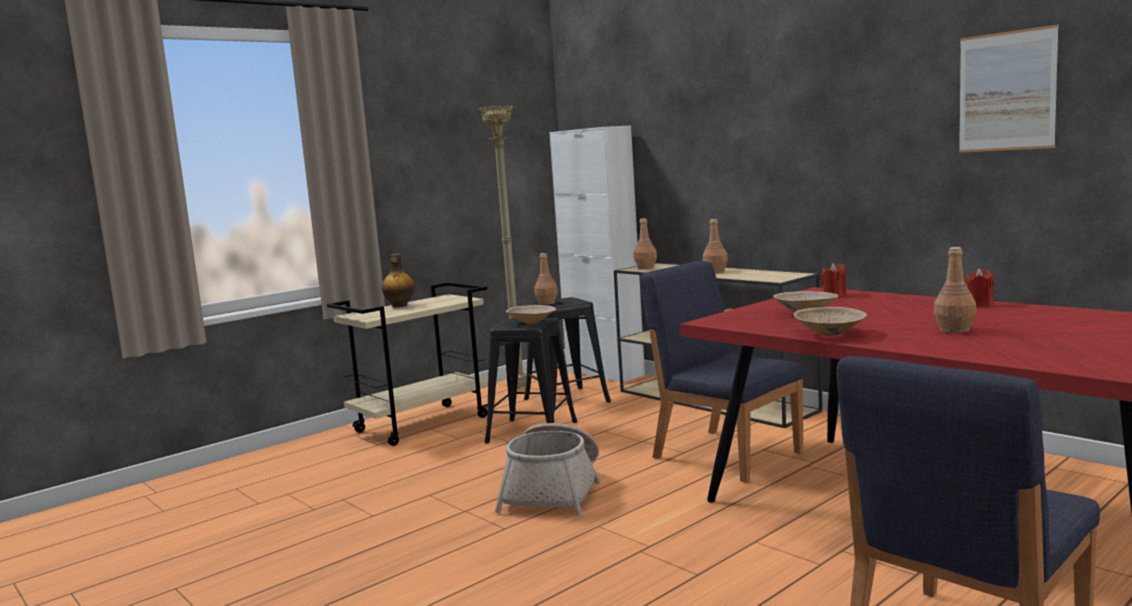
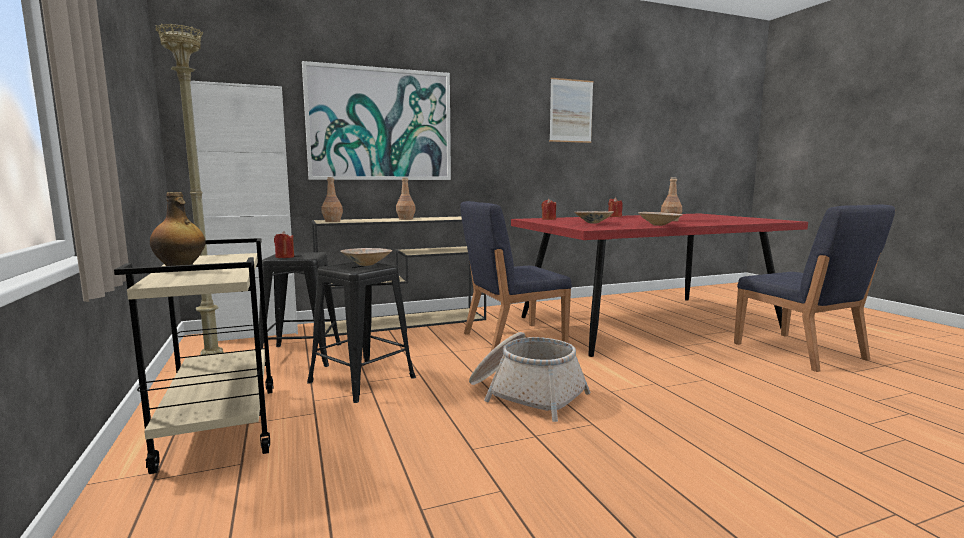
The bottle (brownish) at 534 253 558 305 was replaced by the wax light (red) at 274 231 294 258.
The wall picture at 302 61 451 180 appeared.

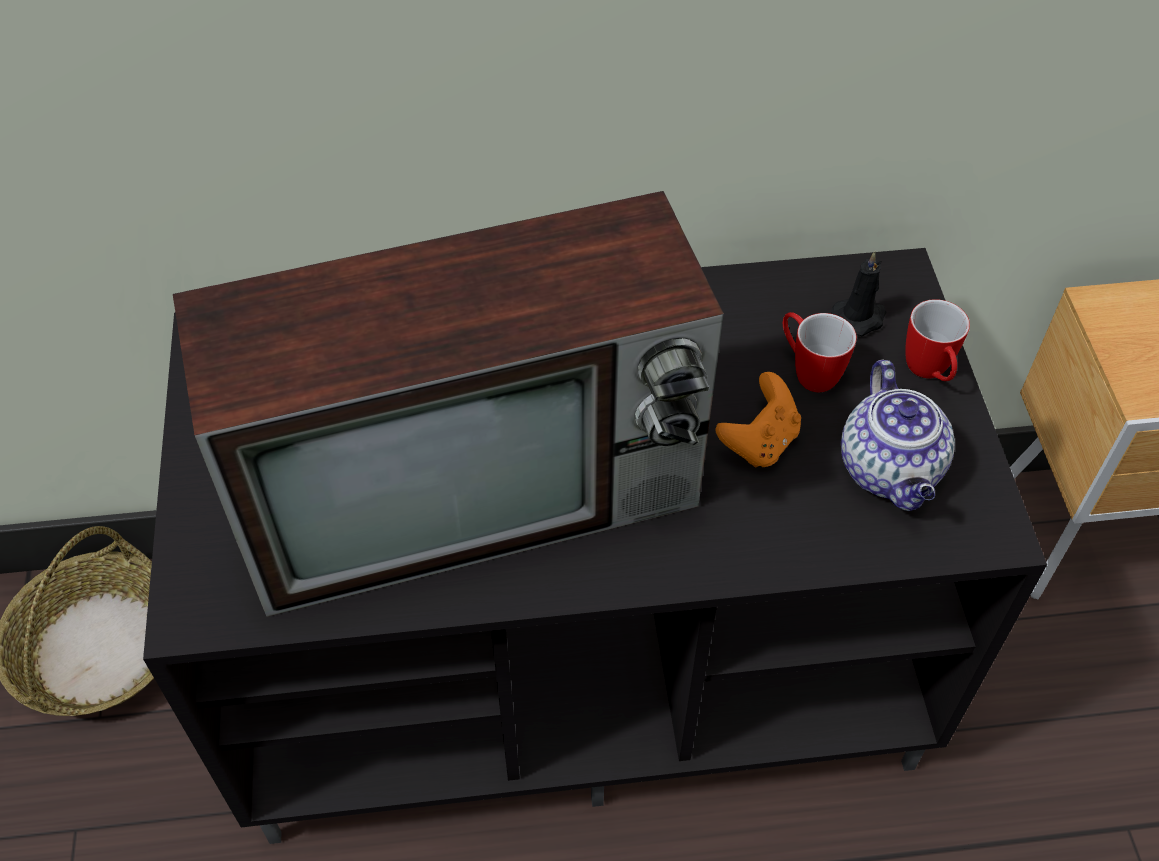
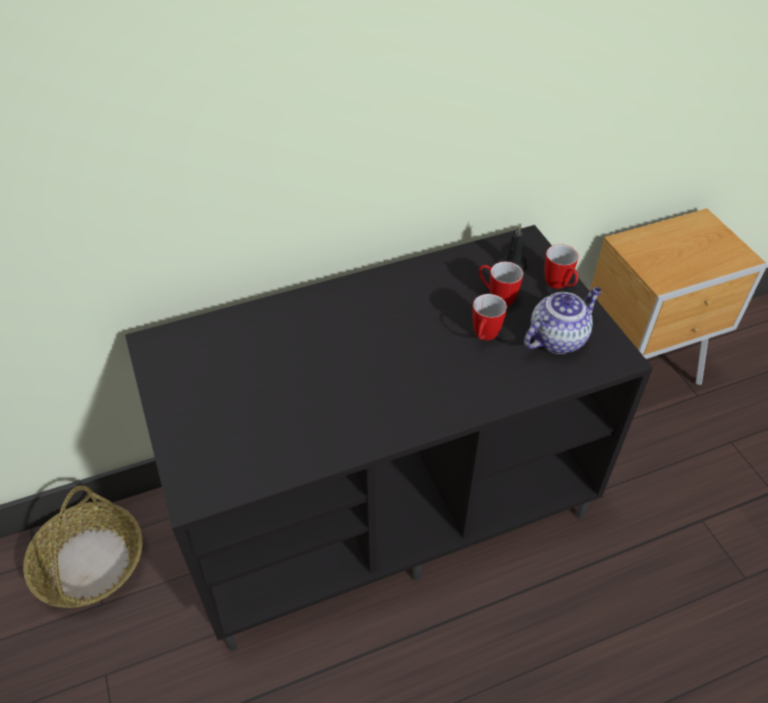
The gamepad (orangey) at 715 372 801 467 was replaced by the mug at 473 294 507 340.
The pot for tea at 841 360 955 511 turned 105 degrees counterclockwise.
The TV at 173 191 724 617 disappeared.

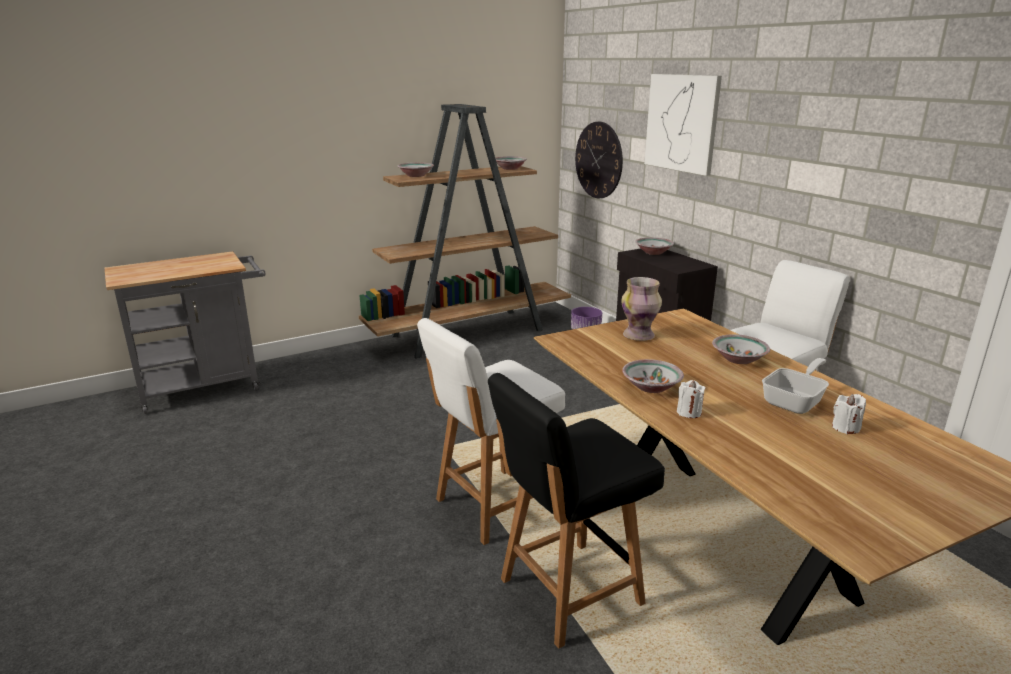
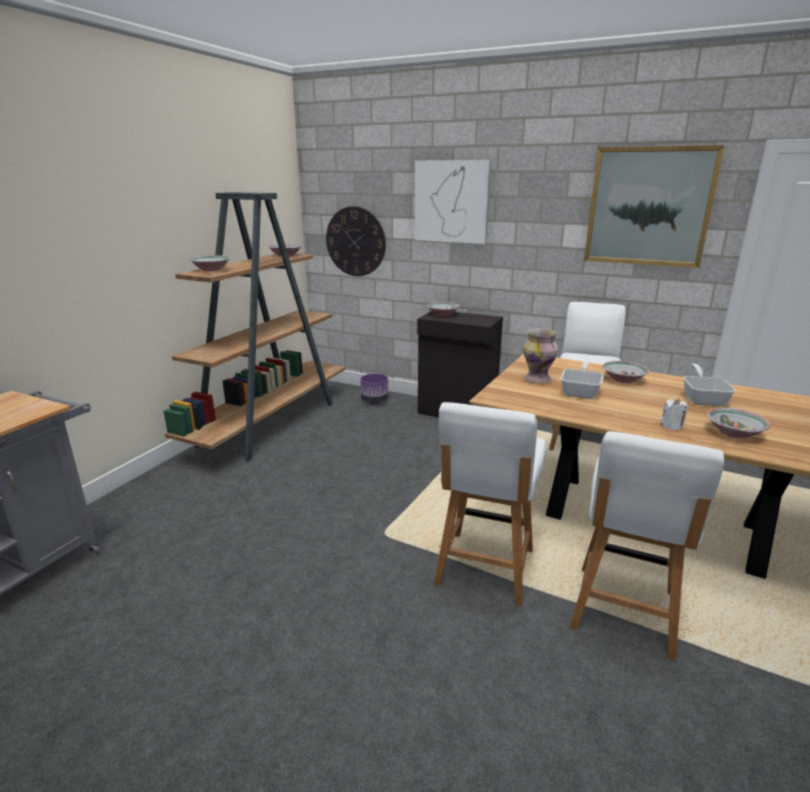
The pan at 561 359 604 399 appeared.
The plain chair (blackish) at 488 373 665 648 became the plain chair (white) at 570 431 724 661.
The wall picture at 584 145 725 268 appeared.
The deep dish moved from 622 359 684 393 to 707 408 770 439.
The wax light (white) at 832 394 866 434 disappeared.

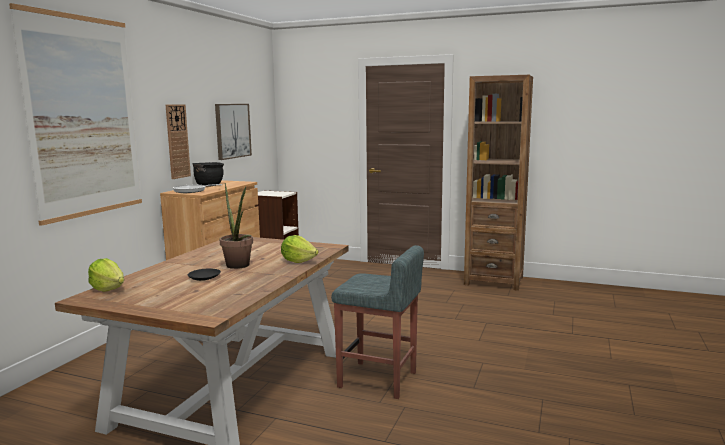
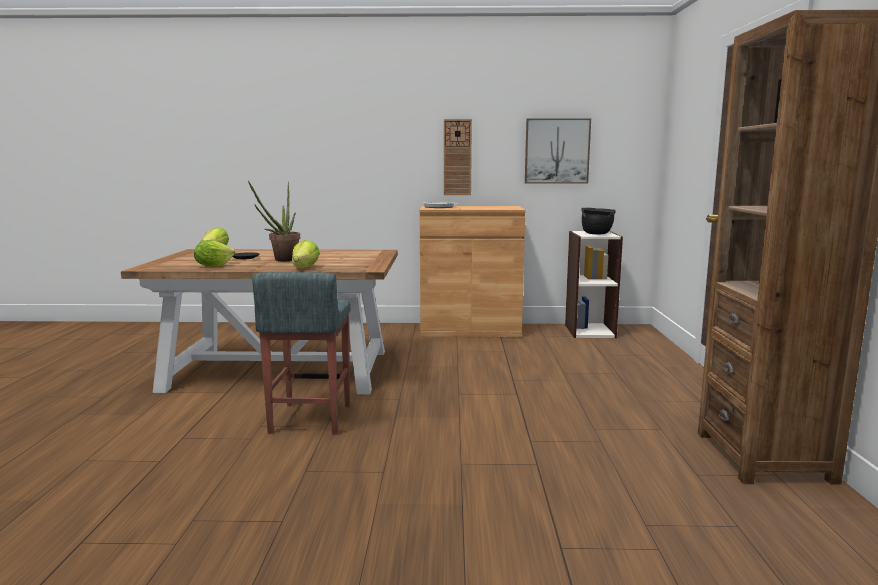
The lettuce at 194 240 235 267 appeared.
The saucepot (blackish) moved from 192 162 224 187 to 581 208 616 234.
The wall picture at 9 3 142 226 disappeared.

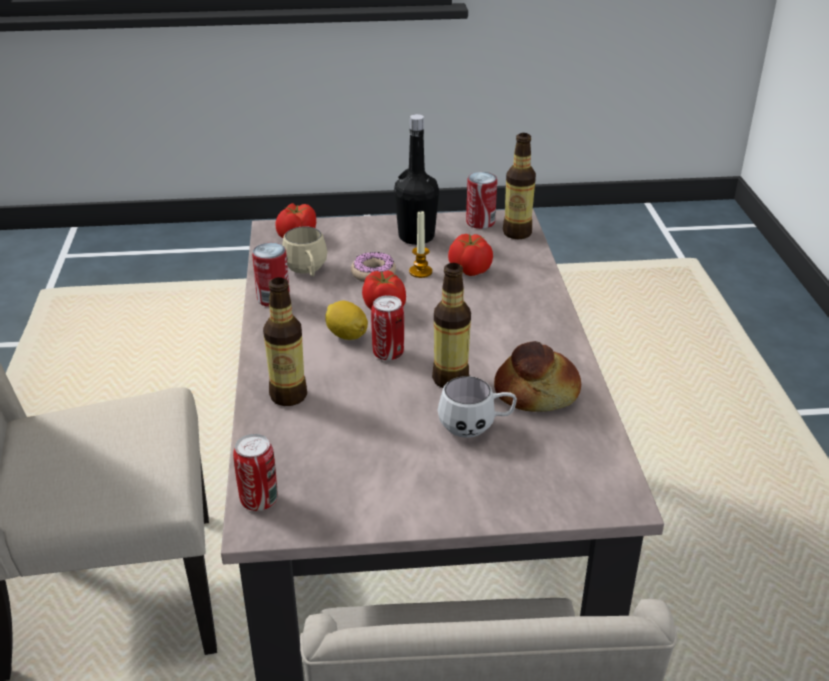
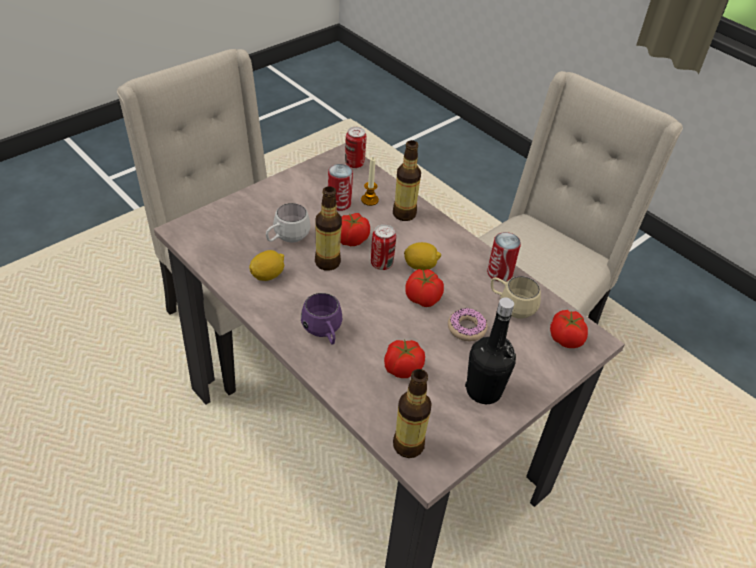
The baked bread at 494 341 581 412 was replaced by the citrus fruit at 249 250 284 281.
The mug (purple-coloured) at 301 293 342 345 appeared.
The metal can moved from 466 172 497 229 to 328 164 353 211.
The whole tomato at 341 213 370 246 appeared.
The wax light moved from 409 211 432 278 to 361 157 379 206.

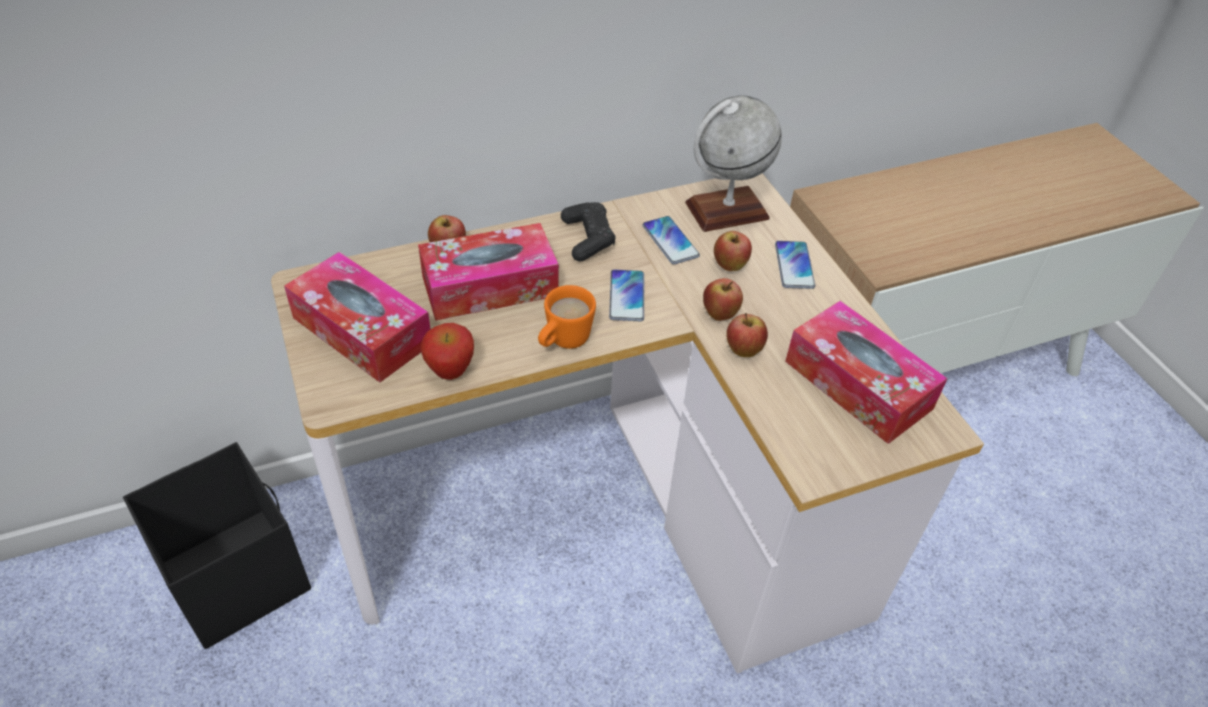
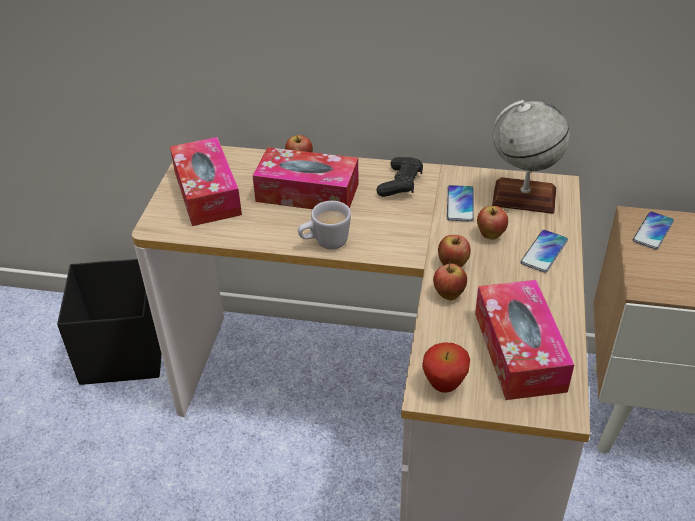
The mug (orangey) at 538 285 596 349 became the mug (white) at 298 201 351 250.
The whole apple moved from 421 323 474 380 to 422 342 470 393.
The phone moved from 609 269 644 321 to 633 211 674 249.

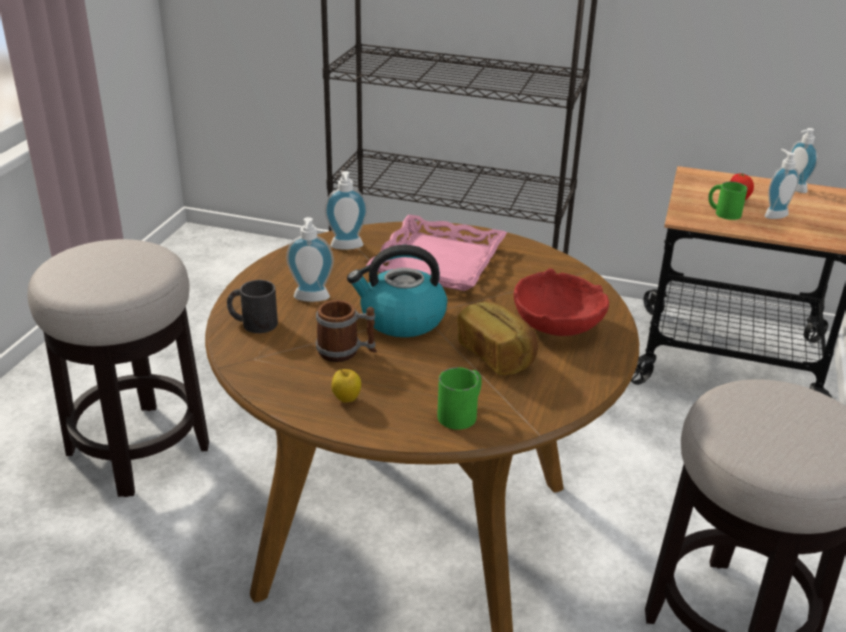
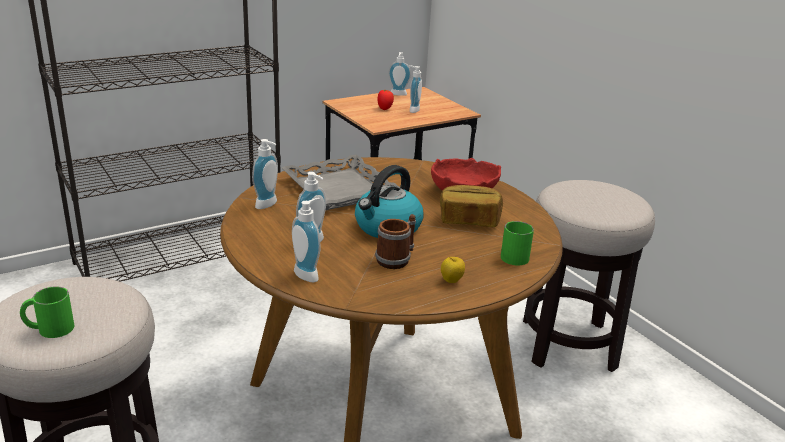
The mug (green) moved from 708 182 747 220 to 20 286 74 338.
The serving tray (pink) at 366 215 507 291 became the serving tray (gray) at 282 154 399 210.
The mug (blackish) at 227 280 278 333 was replaced by the liquid soap bottle at 292 198 321 282.

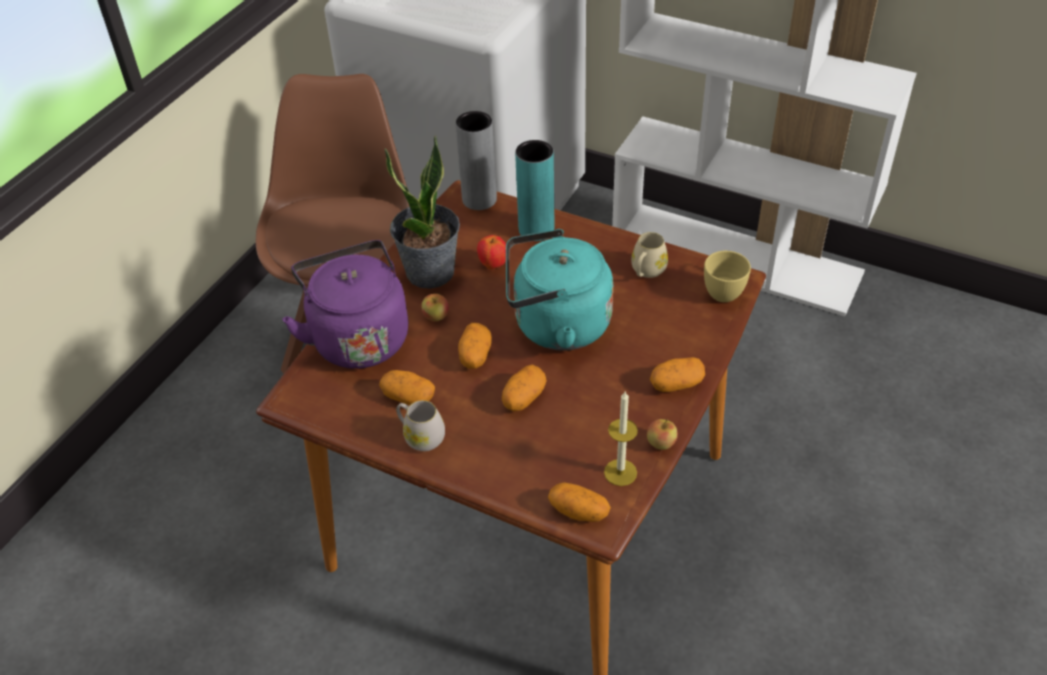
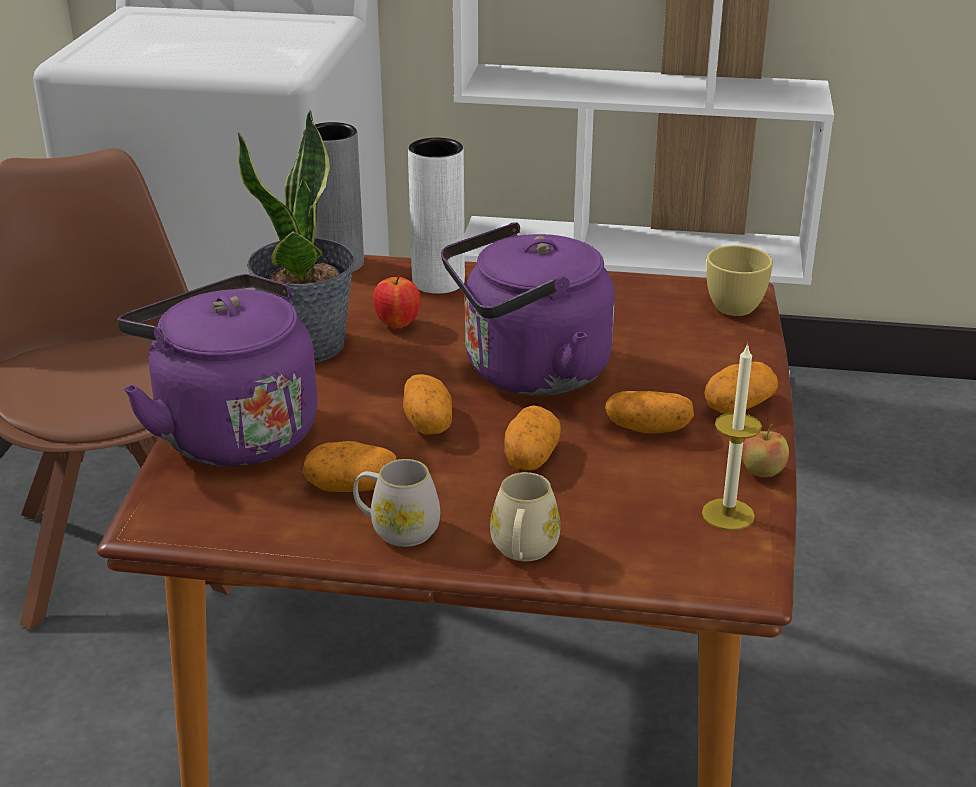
The decorative vase (blue-green) at 515 140 555 241 became the decorative vase (white) at 408 138 465 294.
The kettle (blue-green) at 506 229 613 351 became the kettle (purple-coloured) at 441 222 615 395.
The mug (beige) moved from 631 232 668 278 to 490 472 561 561.
The potato moved from 548 482 611 522 to 605 391 694 433.
The whole apple at 421 294 449 321 disappeared.

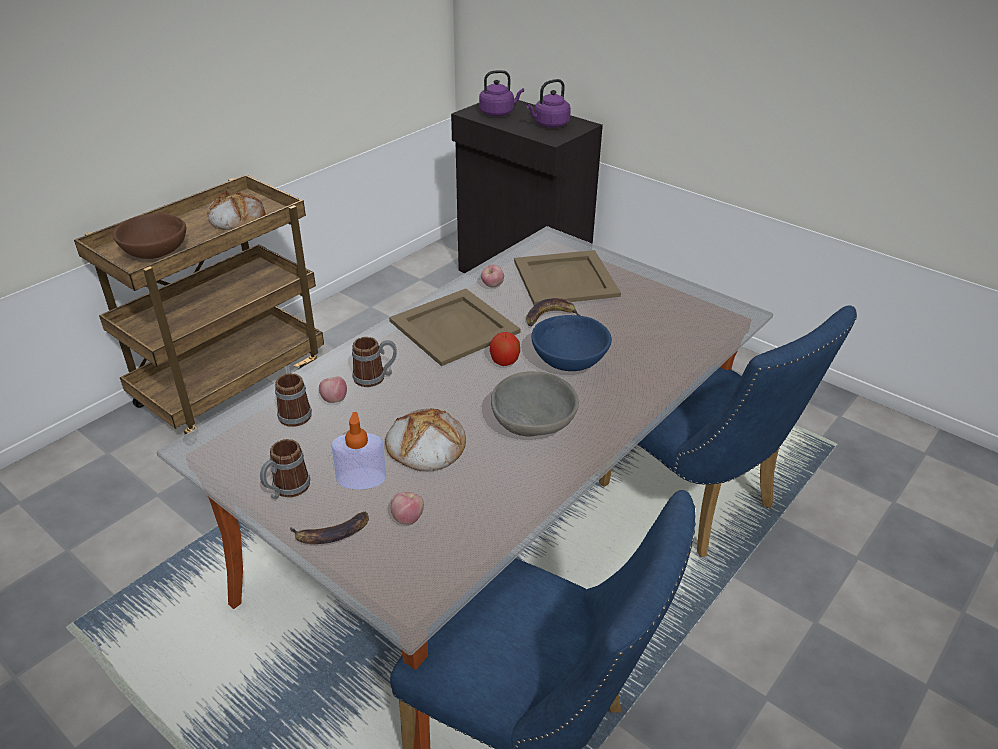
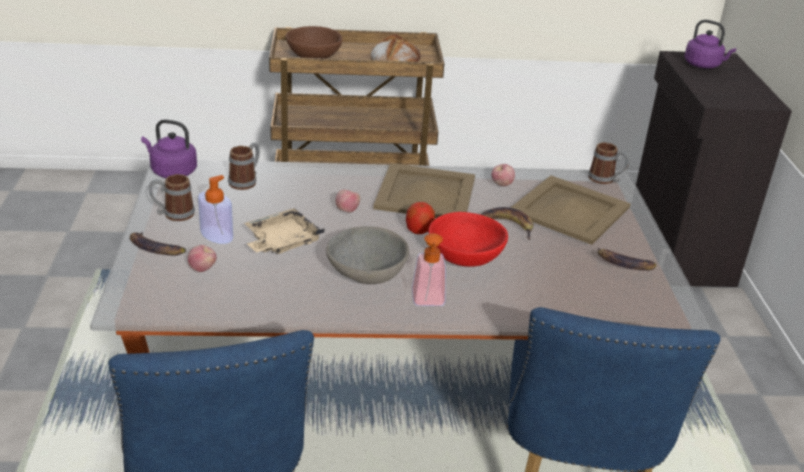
The kettle (purple-coloured) moved from 526 79 571 128 to 141 119 197 178.
The baked bread at 385 408 466 471 was replaced by the serving tray (beige) at 244 208 325 254.
The whole apple moved from 319 376 347 403 to 336 189 360 213.
The liquid soap bottle at 412 233 446 306 appeared.
The deep dish (bluish) at 532 315 612 371 became the deep dish (red) at 429 212 508 267.
The mug moved from 352 337 397 387 to 588 142 629 184.
The banana at 598 247 656 270 appeared.

